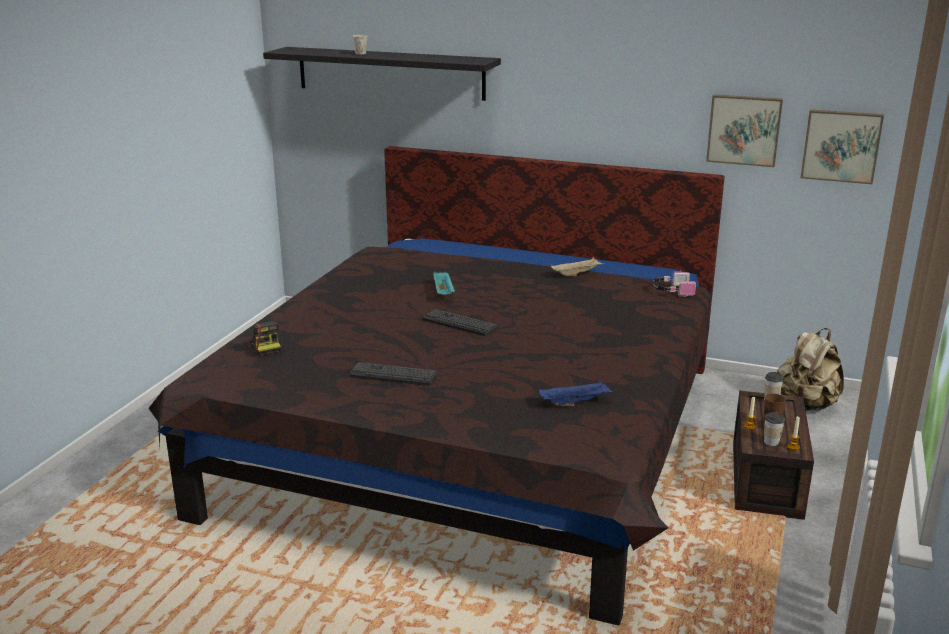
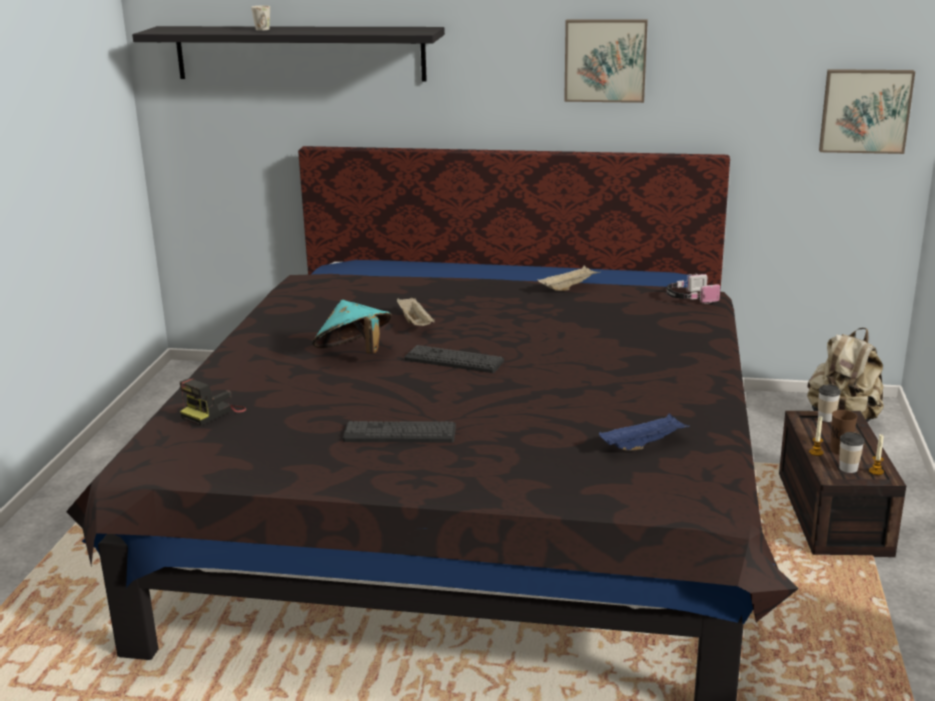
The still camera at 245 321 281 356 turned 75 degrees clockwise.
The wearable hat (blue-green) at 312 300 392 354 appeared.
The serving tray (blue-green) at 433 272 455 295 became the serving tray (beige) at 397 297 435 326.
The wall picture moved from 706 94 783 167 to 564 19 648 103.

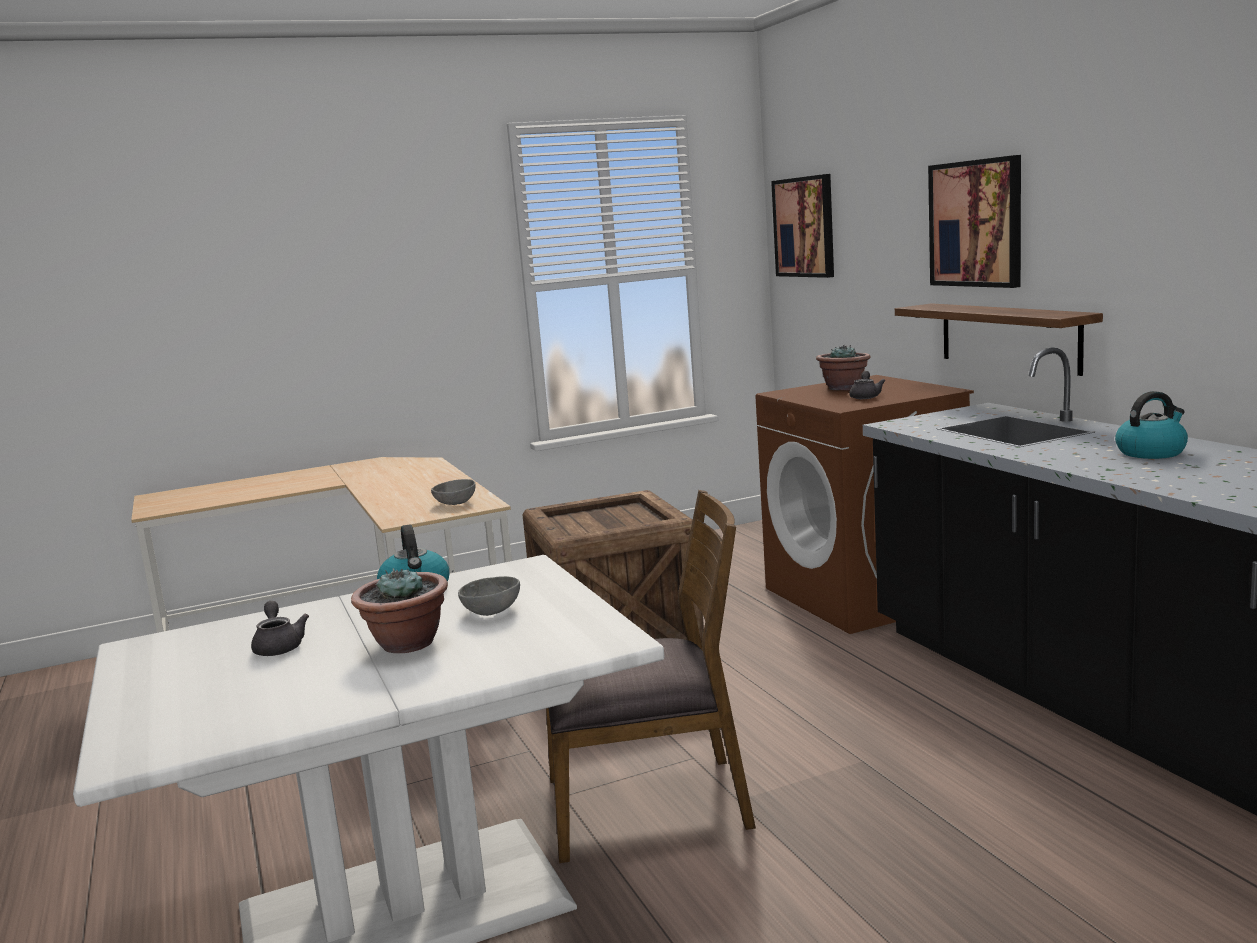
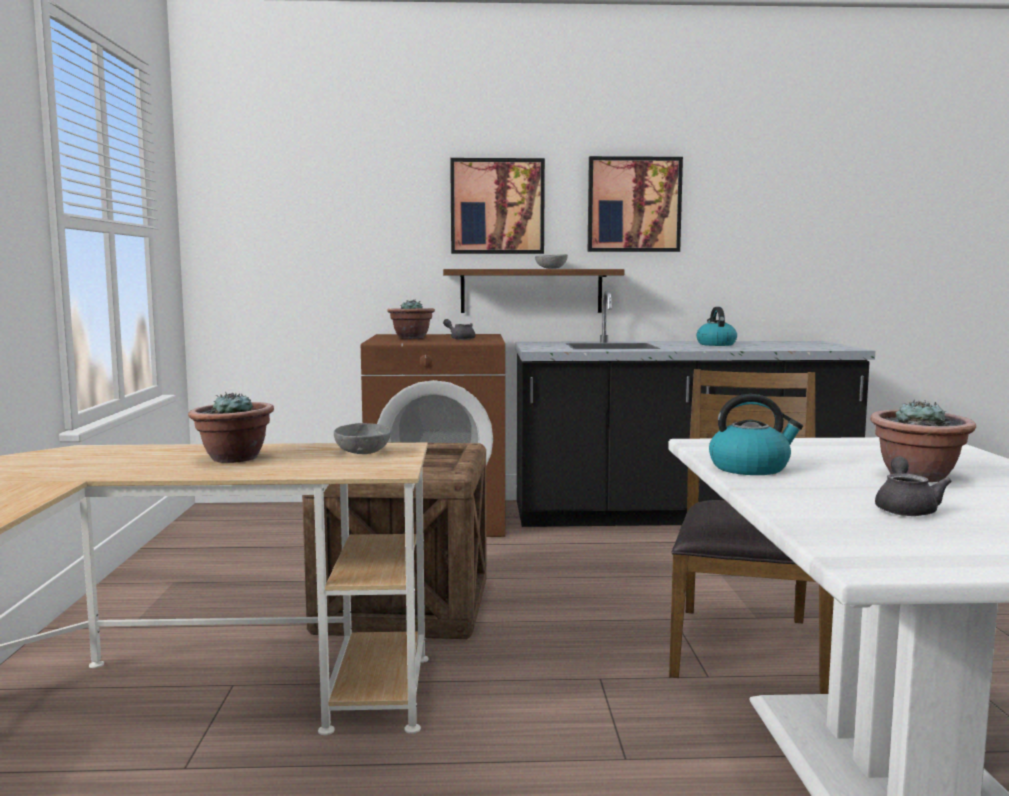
The houseplant at 188 392 274 463 appeared.
The deep dish (gray) moved from 458 576 520 616 to 535 254 568 269.
The wall picture moved from 771 174 834 278 to 588 156 683 252.
The pot for tea (gray) at 251 601 309 656 turned 105 degrees clockwise.

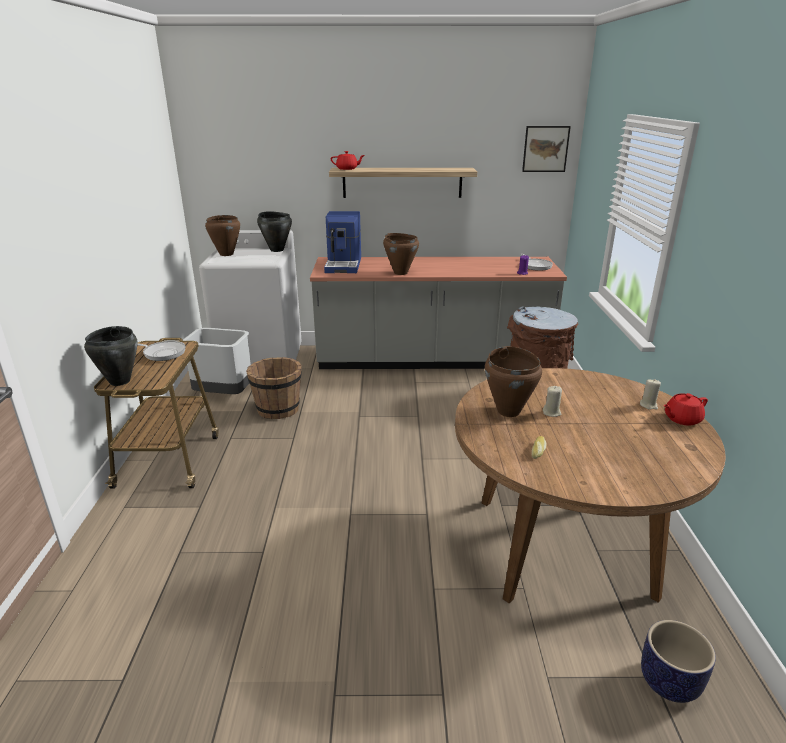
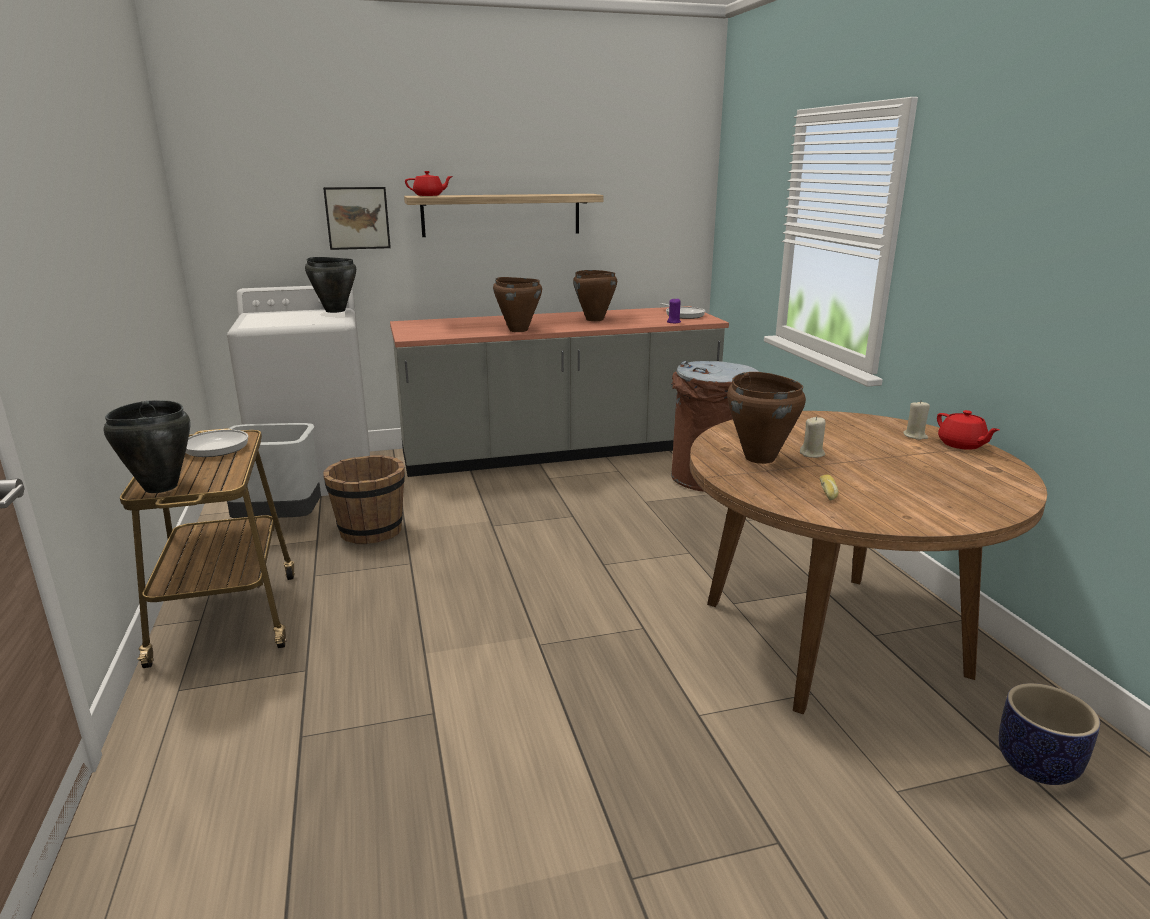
The wall picture moved from 522 126 571 172 to 323 187 391 250.
The saucepot (brownish) moved from 205 215 240 256 to 573 270 617 321.
The pot for tea (red) at 663 393 708 426 turned 75 degrees counterclockwise.
The coffee brewer at 324 211 361 273 disappeared.

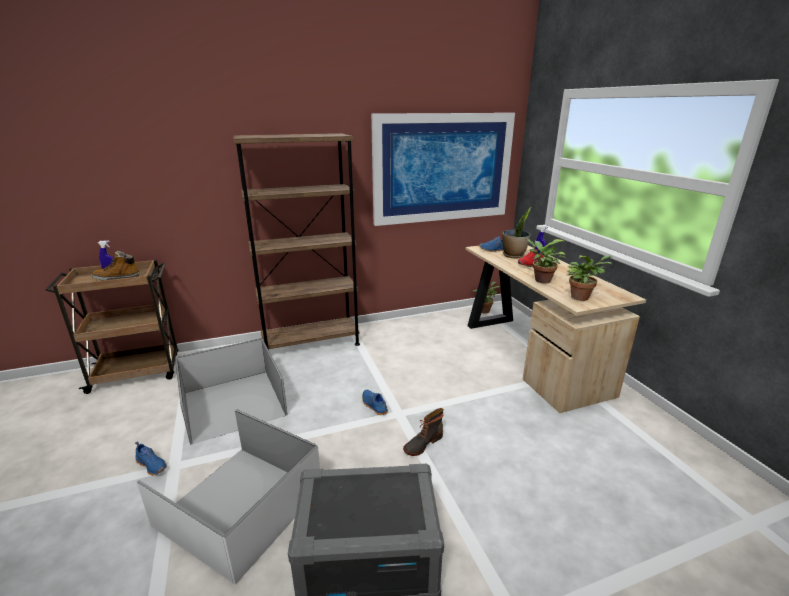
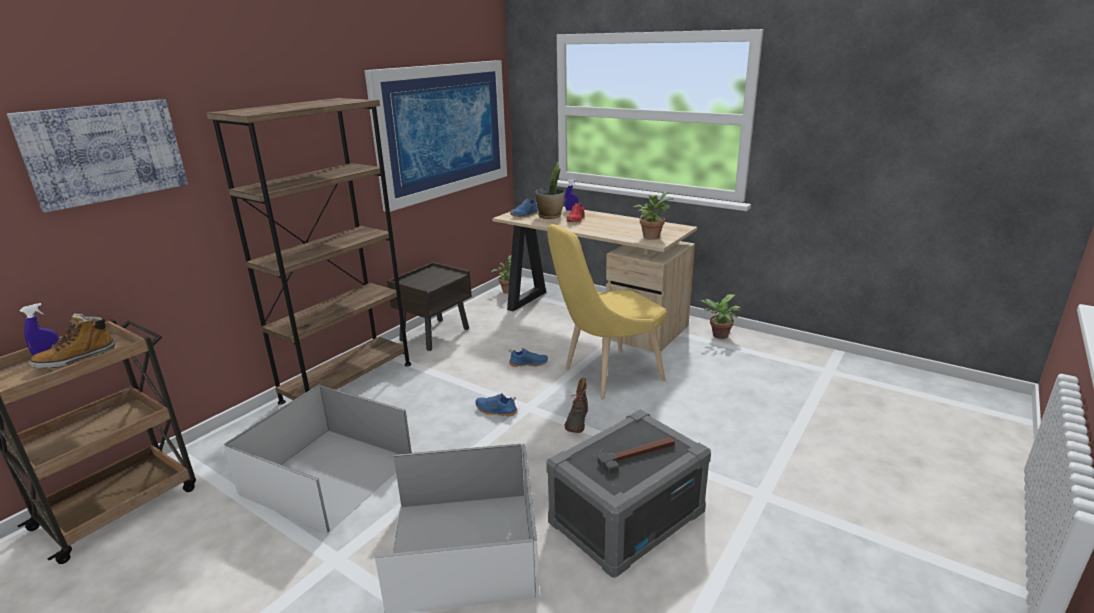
The wall picture at 7 99 188 213 appeared.
The nightstand (brownish) at 387 262 472 351 appeared.
The shoe (bluish) moved from 135 442 167 476 to 509 348 548 367.
The plain chair (yellow) at 547 224 667 399 appeared.
The hand hammer at 597 437 675 475 appeared.
The houseplant moved from 525 239 566 283 to 700 294 741 339.

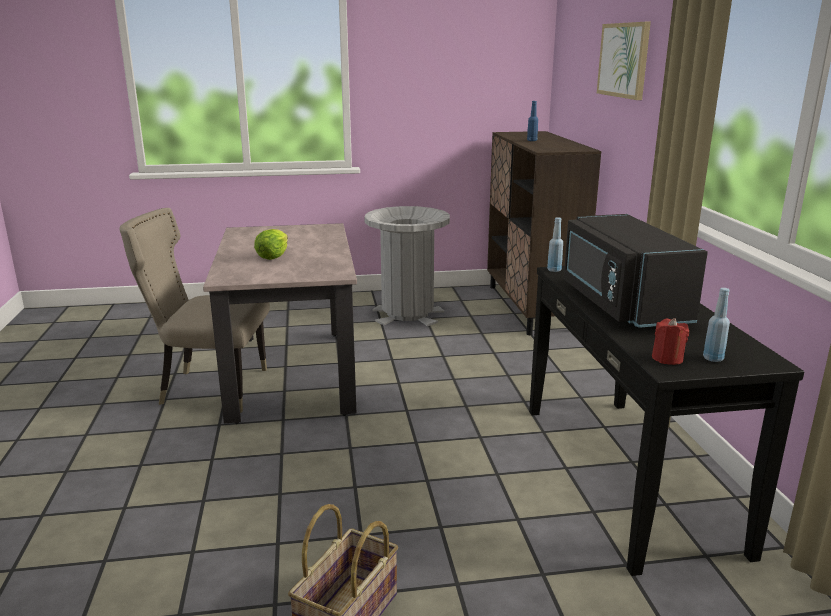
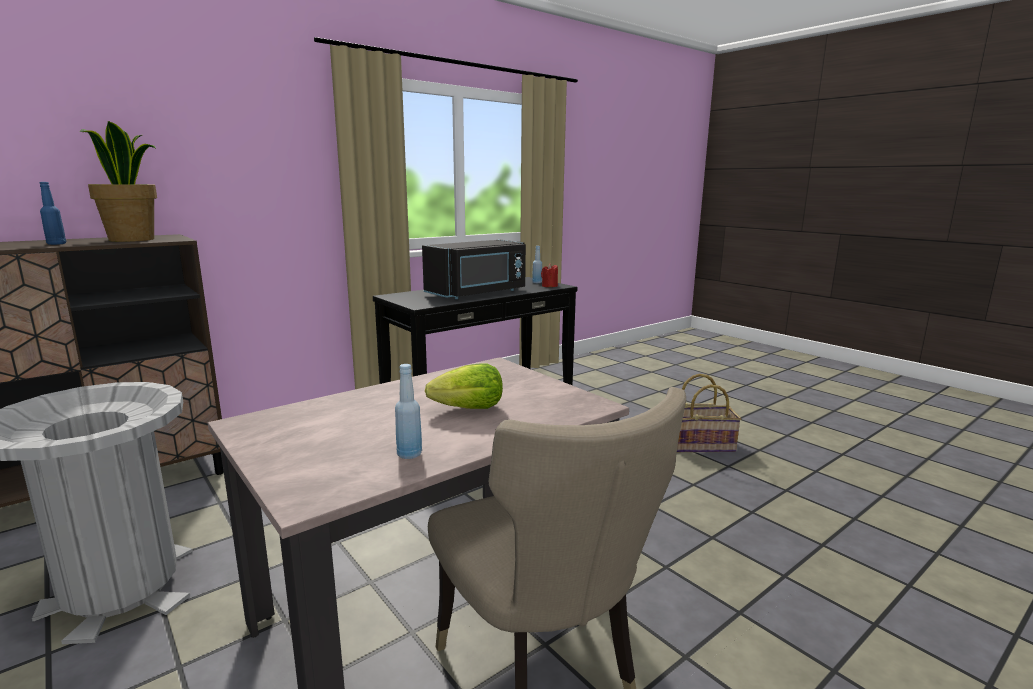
The houseplant at 80 121 157 242 appeared.
The bottle (bluish) moved from 547 217 563 272 to 395 364 422 459.
The wall picture at 597 22 651 100 disappeared.

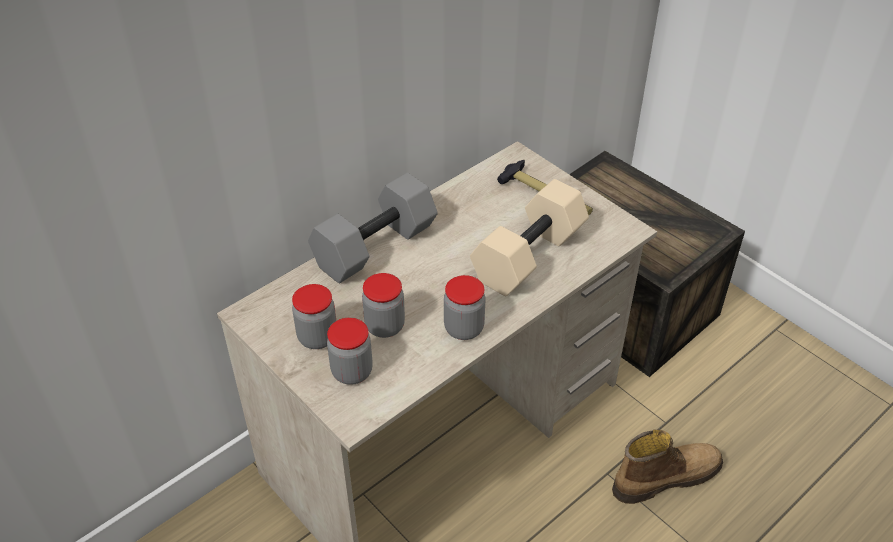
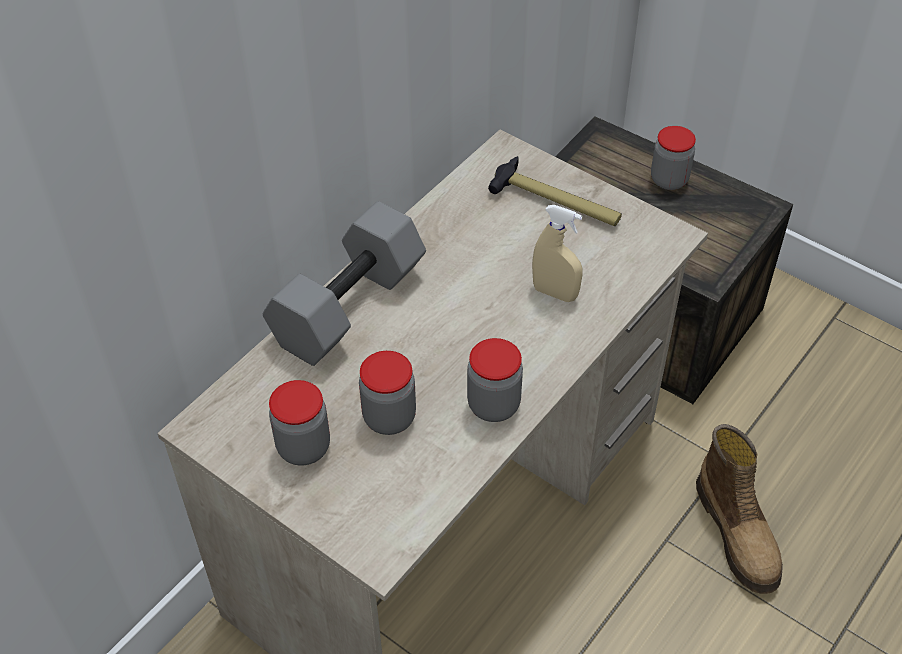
The free weight (beige) at 470 179 589 296 was replaced by the hand sprayer (beige) at 532 205 583 302.
The jar moved from 327 318 373 385 to 651 126 696 190.
The boot at 612 429 723 504 turned 105 degrees clockwise.

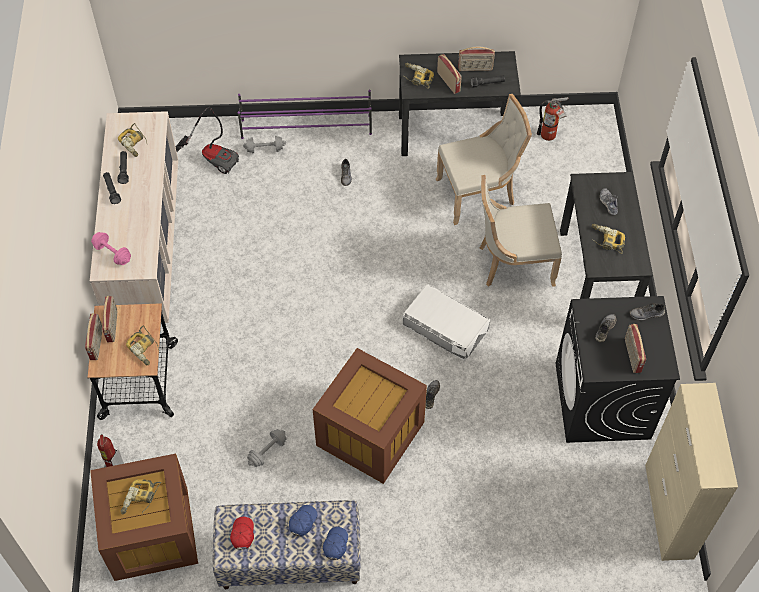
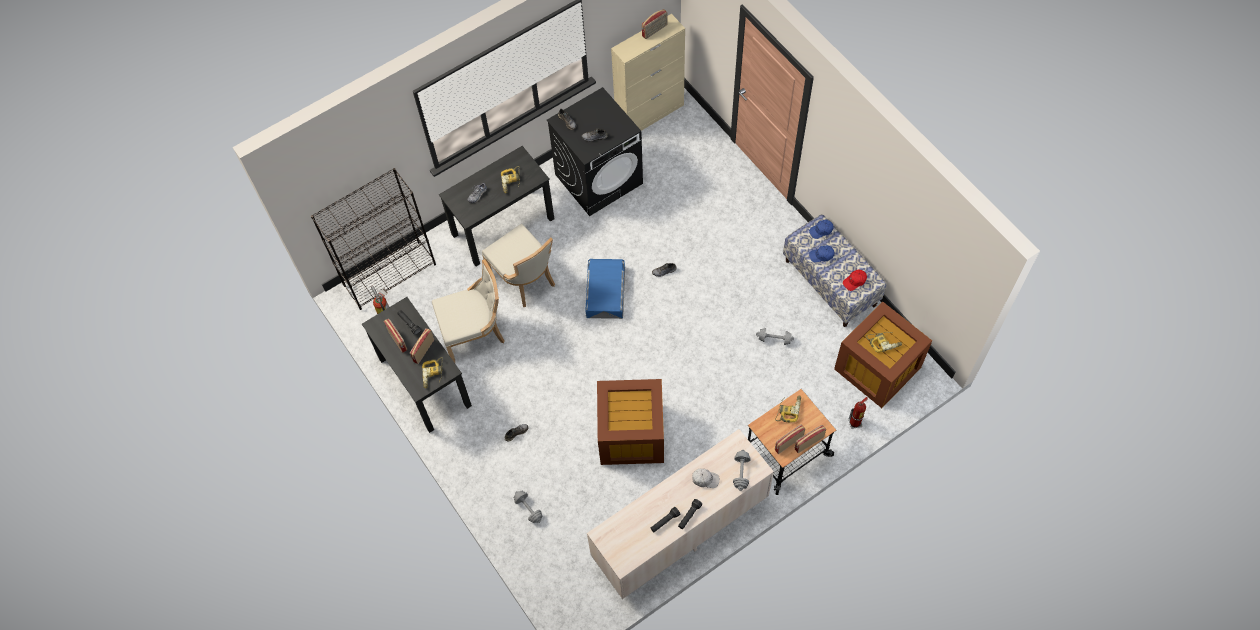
The bookcase (blackish) at 311 168 436 310 appeared.
The plain chair (beige) at 436 94 532 225 turned 120 degrees clockwise.
The storage box (white) at 403 284 490 361 became the storage box (bluish) at 585 259 625 319.
The storage box (brownish) moved from 313 348 427 484 to 597 379 664 465.
The radio moved from 625 324 646 373 to 642 9 667 39.
The baseball cap (white) at 692 469 720 488 appeared.
The free weight (pink) at 91 232 131 265 became the free weight (gray) at 733 450 751 491.
The power drill at 118 123 148 157 disappeared.
The vacuum cleaner at 176 107 239 174 disappeared.
The shoe stand (purple-coloured) at 238 90 372 139 disappeared.

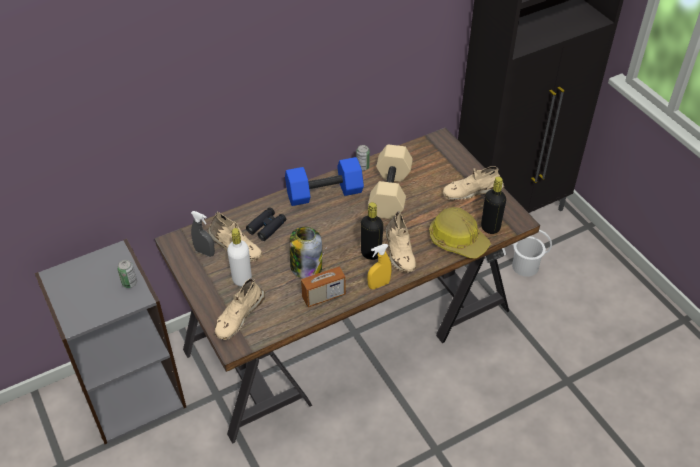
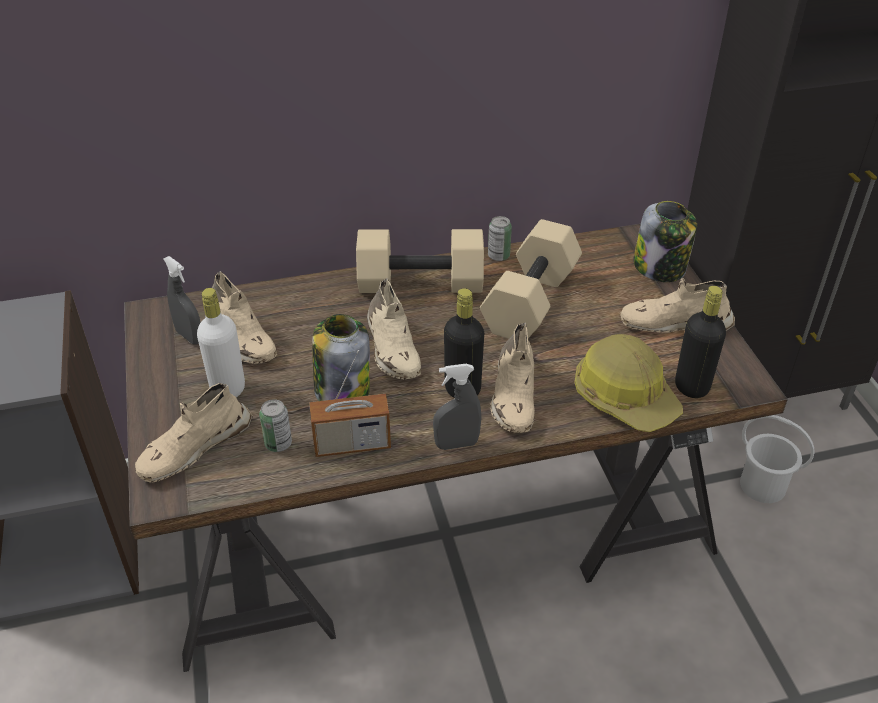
The metal can moved from 117 260 137 288 to 259 399 292 452.
The free weight (bluish) at 285 157 364 206 became the free weight (beige) at 356 229 484 293.
The shoe (beige) at 367 278 421 379 appeared.
The hand sprayer (yellow) at 367 244 392 289 became the hand sprayer (gray) at 433 364 481 450.
The jar at 633 201 697 282 appeared.
The pair of binoculars (blackish) at 246 207 286 241 disappeared.

